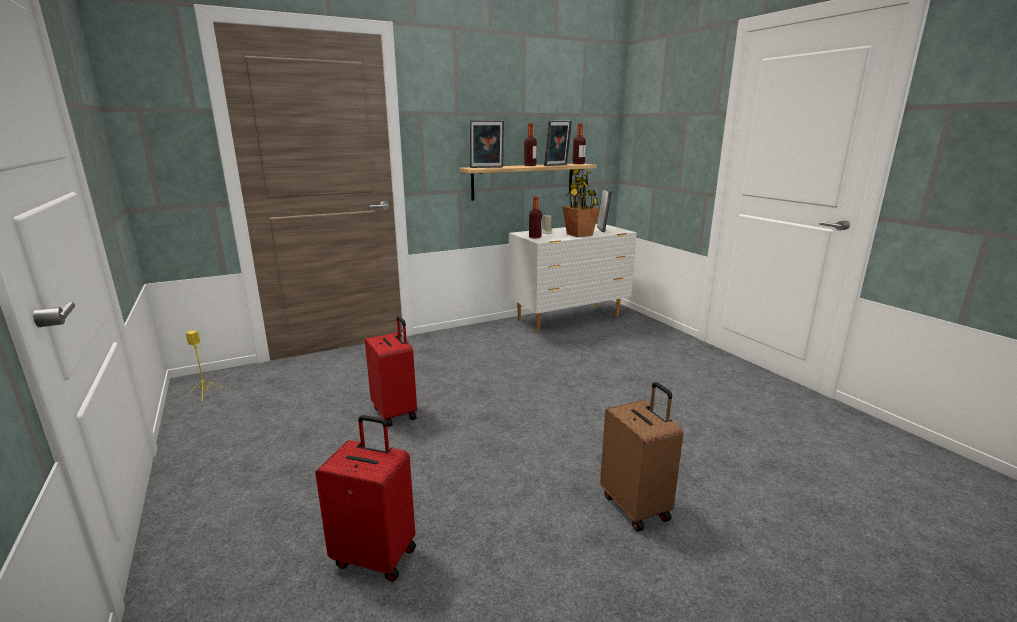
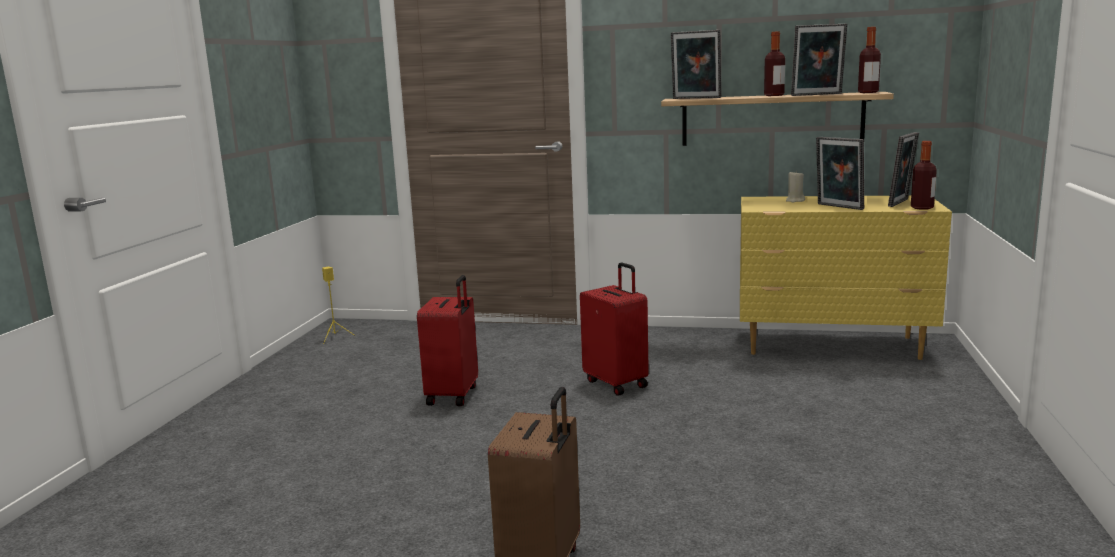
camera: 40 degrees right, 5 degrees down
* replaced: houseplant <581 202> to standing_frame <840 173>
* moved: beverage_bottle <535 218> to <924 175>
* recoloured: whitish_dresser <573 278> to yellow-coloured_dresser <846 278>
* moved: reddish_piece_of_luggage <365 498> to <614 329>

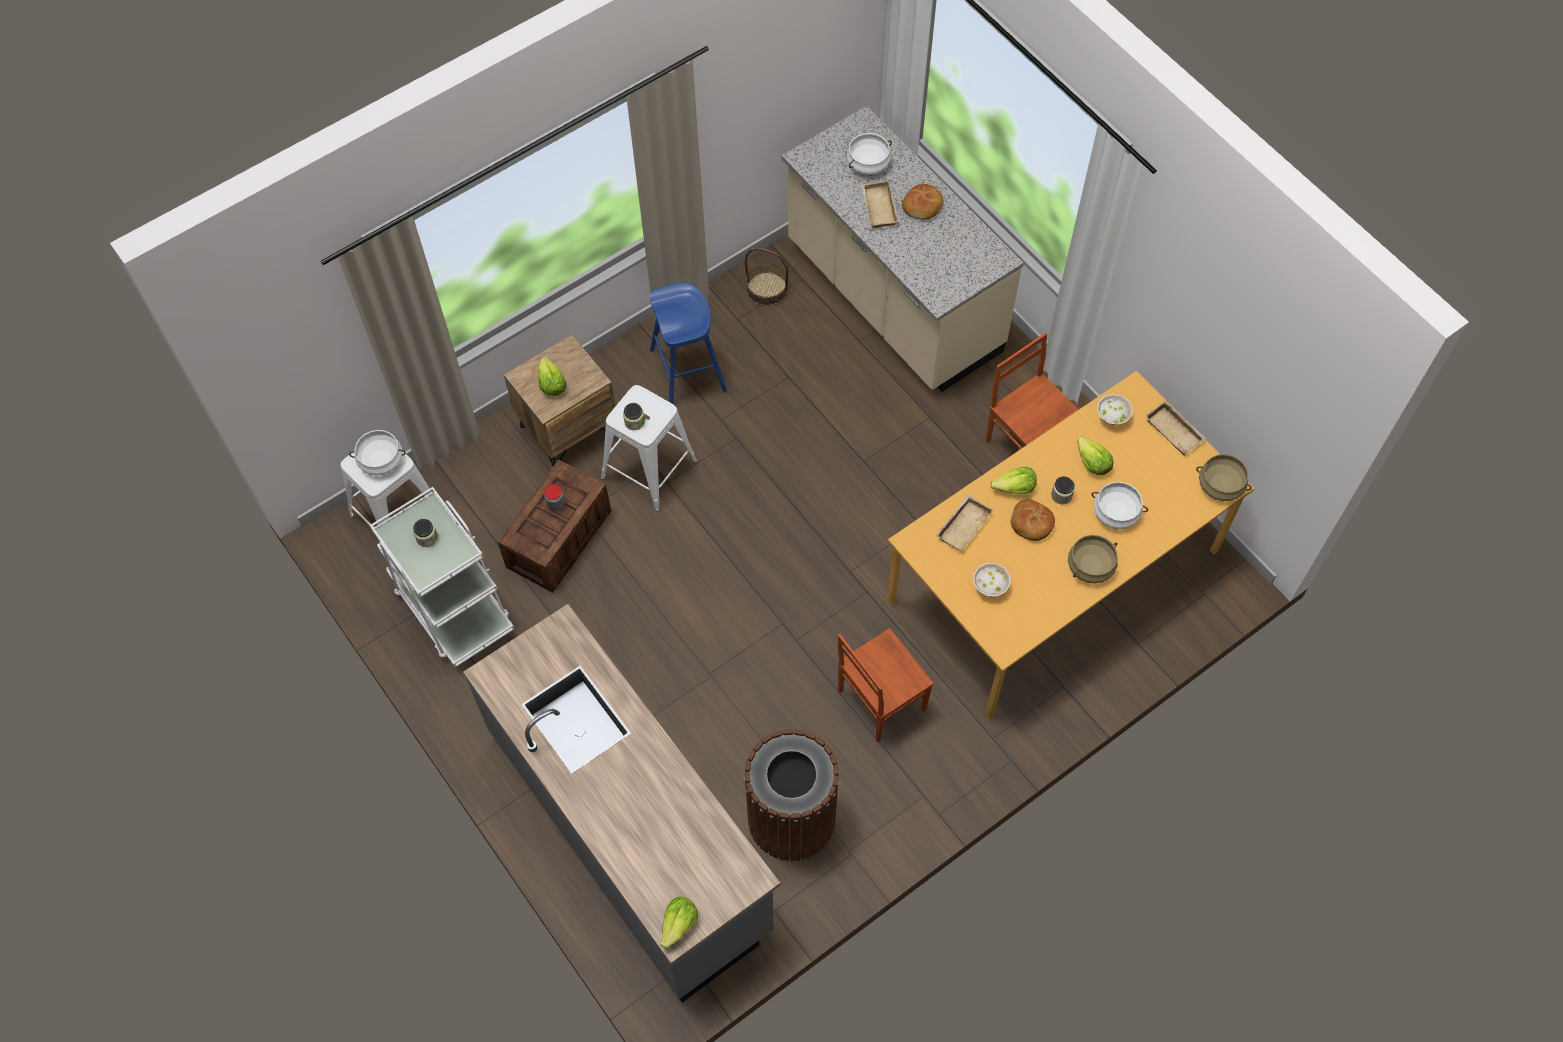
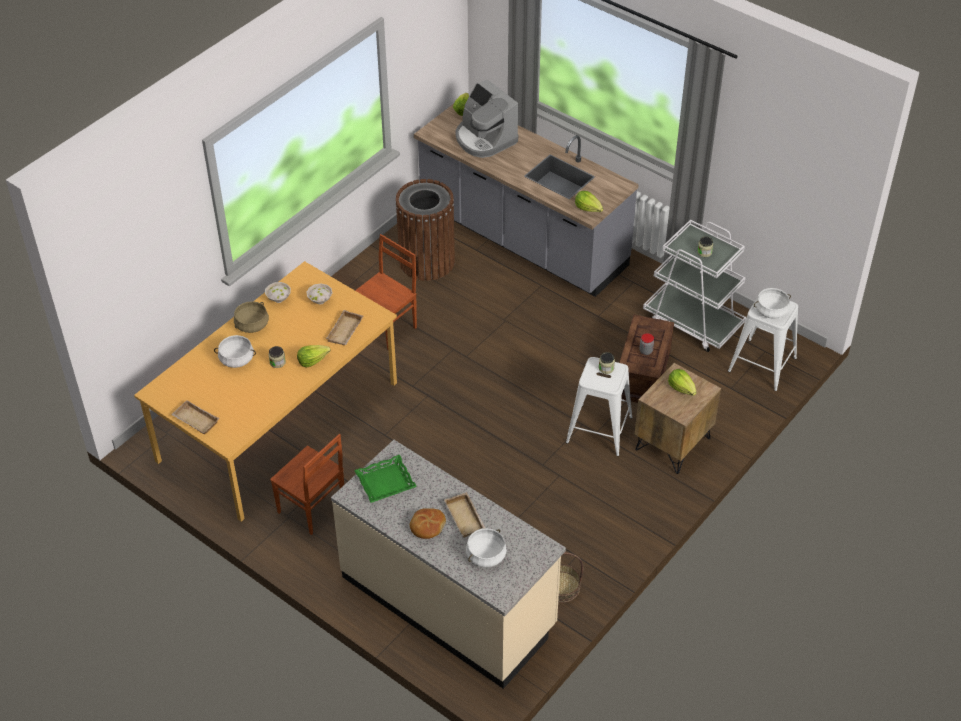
camera: 165 degrees right, 15 degrees down
* removed: bluish_sitting_stool <688 343>
* moved: whitish_serving_bowl <1115 409> to <278 292>
* moved: lettuce_head <1095 455> to <589 201>
* removed: beige-coloured_saucepot <1224 477>
* removed: bakery_bread <1033 520>
* added: coffee_maker <486 118>
* added: green_tray <385 479>

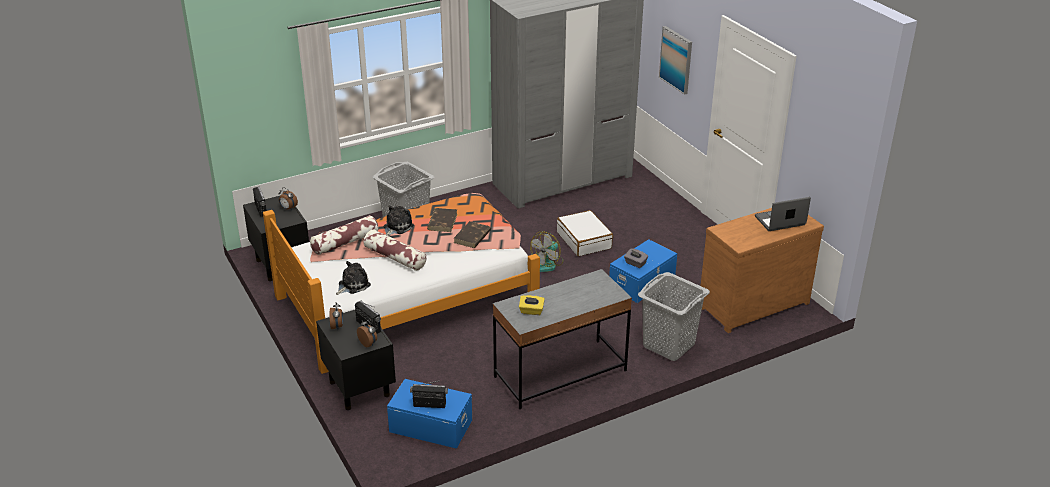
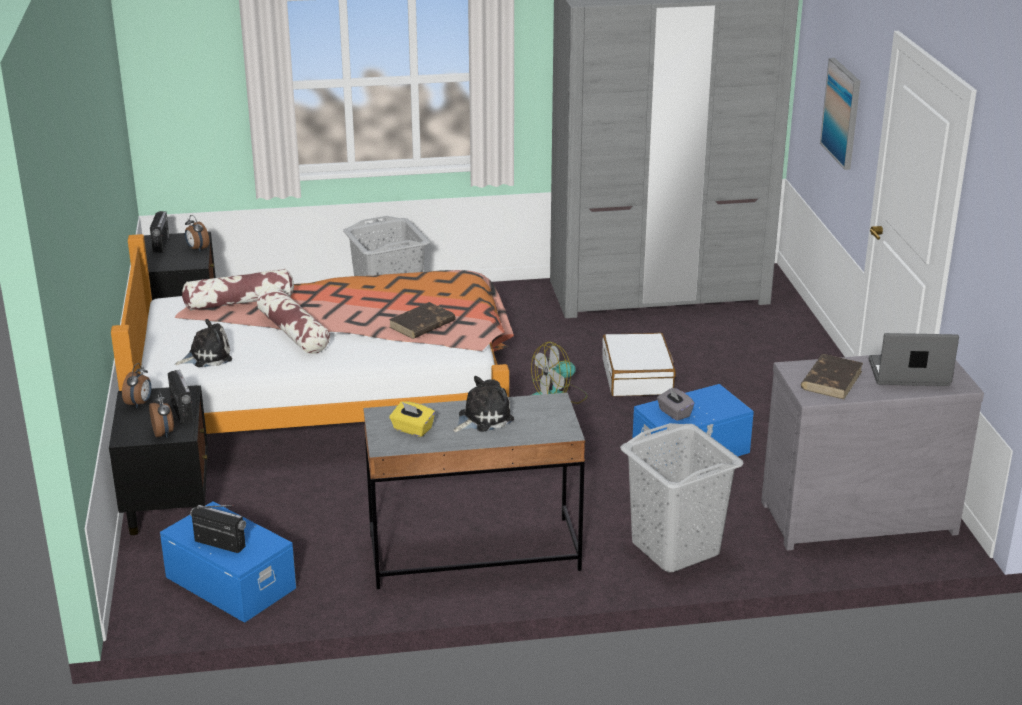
camera: 20 degrees right, 5 degrees down
* moved: cuddly_toy <399 221> to <483 404>
* moved: brown-coloured_bound_book <442 220> to <832 376>
* recoloured: brown-coloured_dresser <762 270> to grey_dresser <872 453>

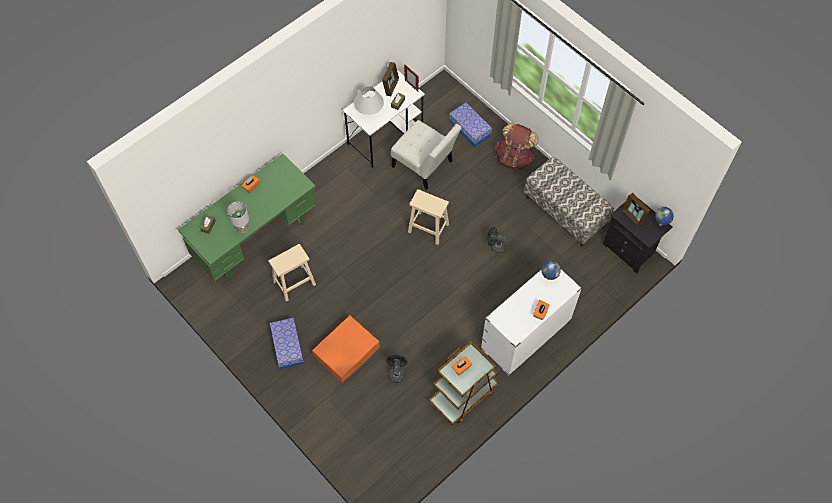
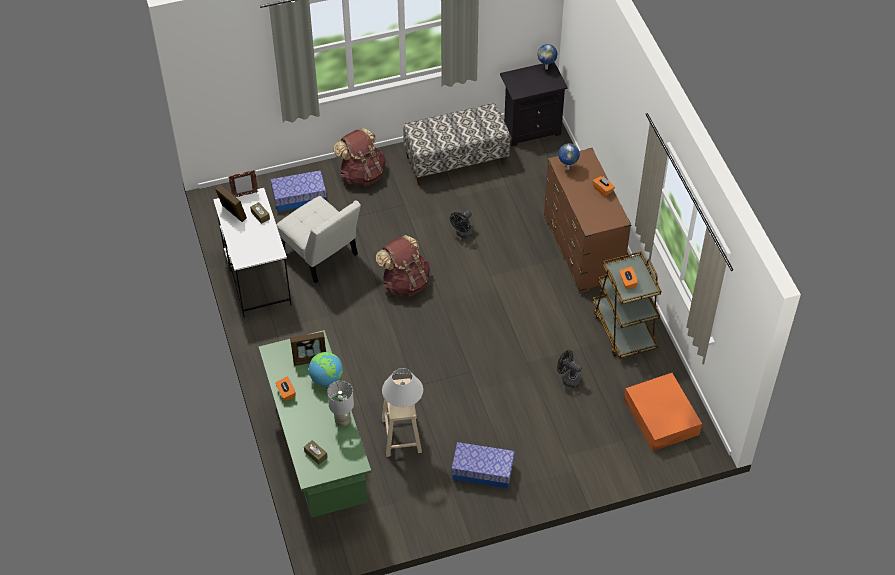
camera: 65 degrees left, 10 degrees down
* moved: whitish_tabletop_lamp <369 100> to <402 387>
* turned: whitish_upright_chair <426 155> = <318 239> 75 degrees clockwise
* replaced: beige-coloured_sitting_stool <428 217> to brown-coloured_rucksack <403 266>
* moved: standing_frame <636 210> to <308 349>
* recoloured: whitish_dresser <531 318> to brown-coloured_dresser <588 220>
* moved: orange-coloured_storage_container <346 349> to <663 412>
* added: desk_globe <326 369>

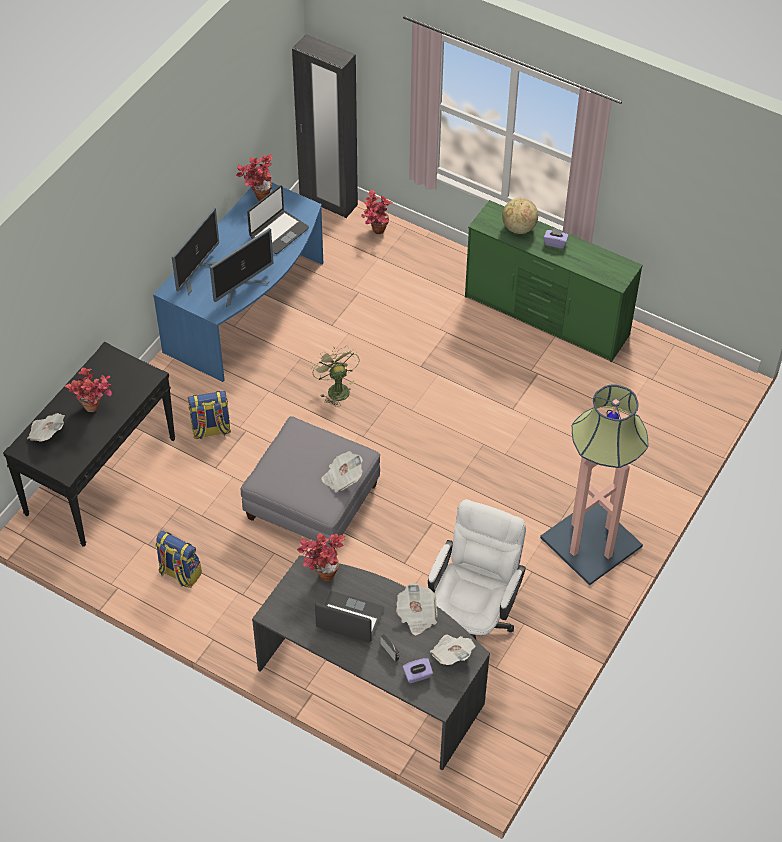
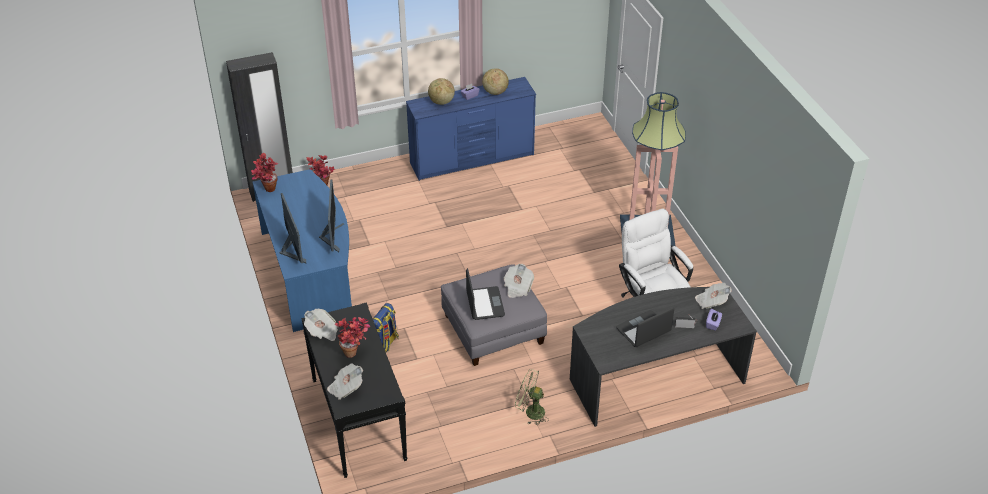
camera: 50 degrees left, 10 degrees down
* moved: notebook_computer <278 219> to <485 294>
* recoloured: green_dresser <554 281> to bluish_dresser <471 129>
* moved: green_electric_fan <335 376> to <532 397>
* removed: rucksack <178 559>
* removed: houseplant <321 557>
* moved: newspaper <416 609> to <321 325>
* added: desk_globe <495 81>

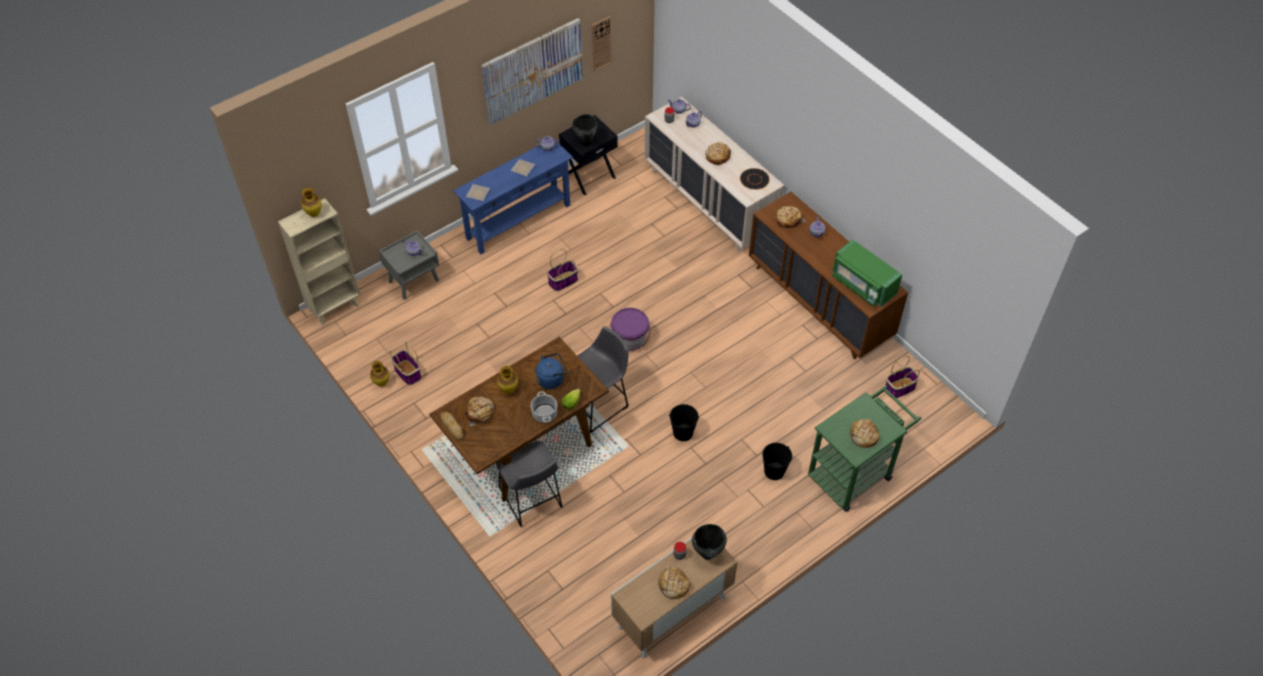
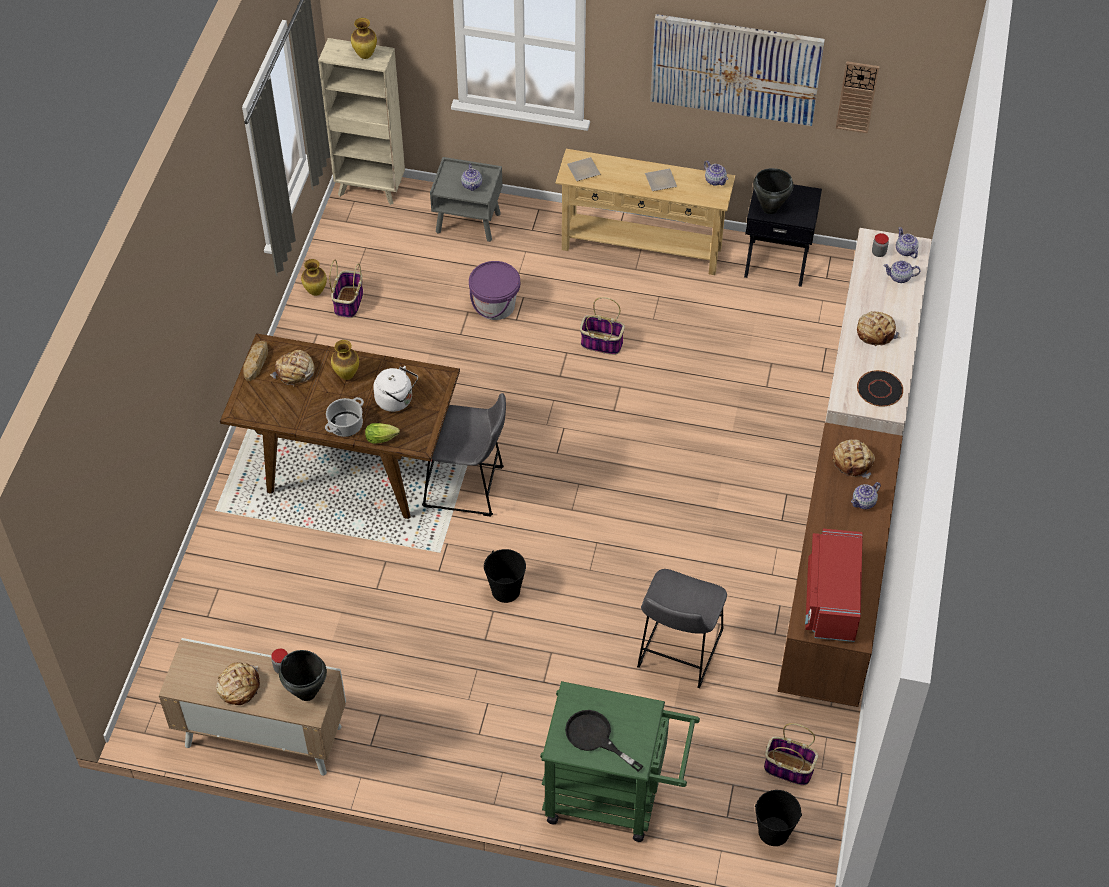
camera: 50 degrees right, 0 degrees up
* recoloured: bluish_narrow_table <513 196> to beige-coloured_narrow_table <645 212>
* recoloured: green_microwave_oven <867 273> to reddish_microwave_oven <834 585>
* moved: purple-coloured_bucket <630 329> to <494 290>
* recoloured: bluish_kettle <552 371> to whitish_kettle <395 389>
* replaced: bakery_bread <864 433> to blackish_pan <604 740>
* moved: grey_sitting_stool <529 484> to <682 628>
* moved: blackish_bucket <777 461> to <778 818>

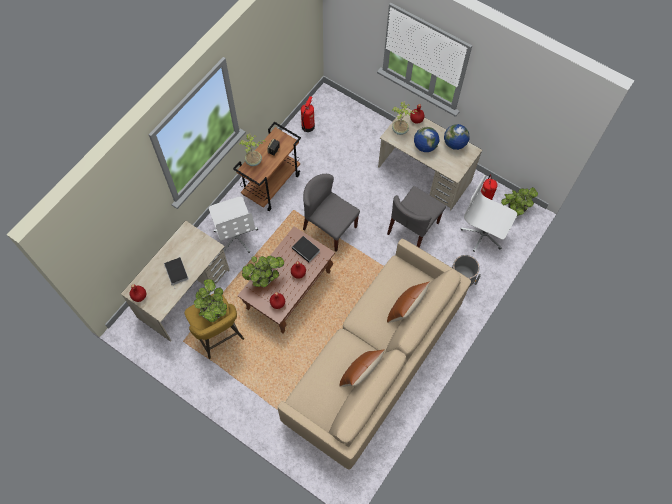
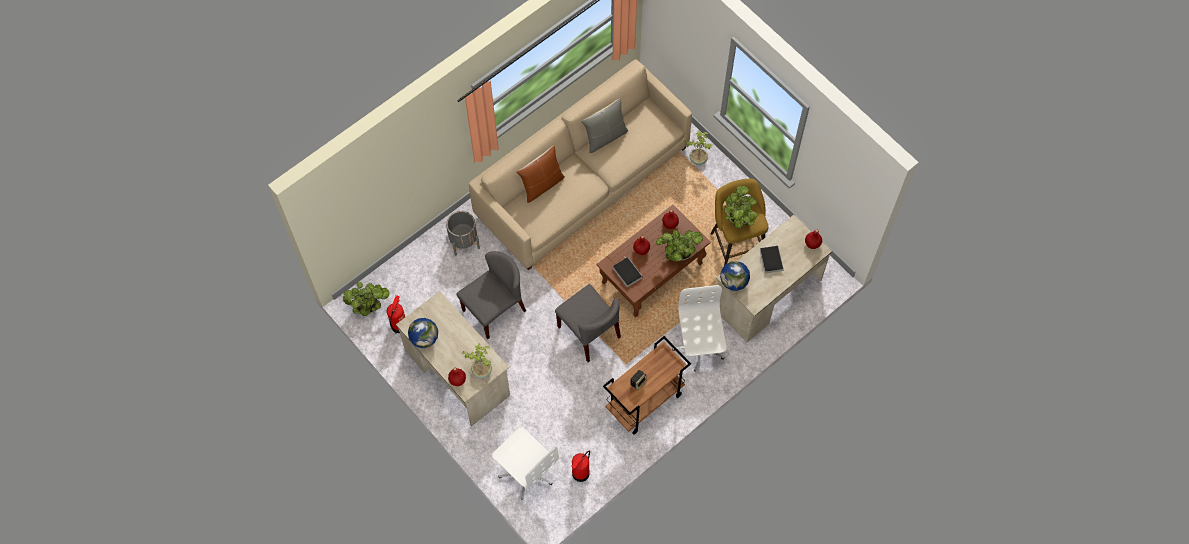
camera: 165 degrees left, 0 degrees up
* moved: desk_globe <426 139> to <735 276>
* moved: houseplant <253 149> to <698 147>
* moved: whitish_office_chair <489 213> to <525 463>
* recoloured: brown-coloured_cushion <362 368> to grey_cushion <604 125>

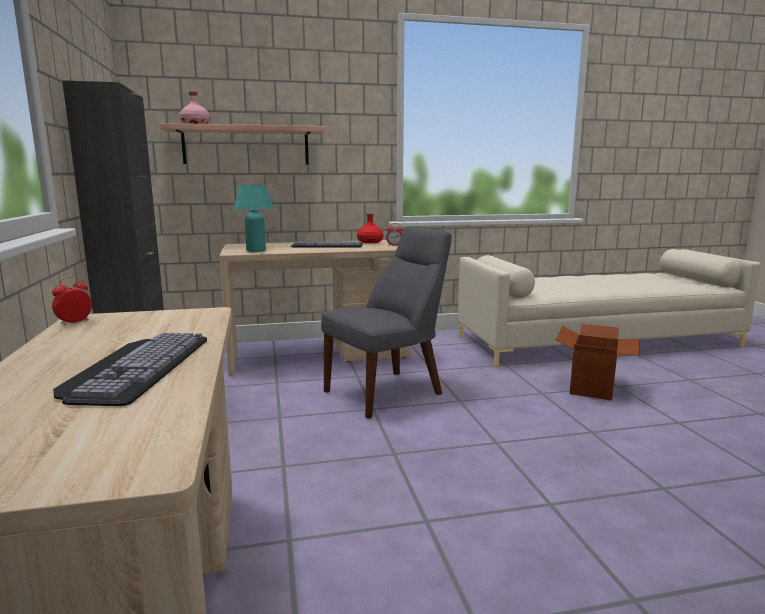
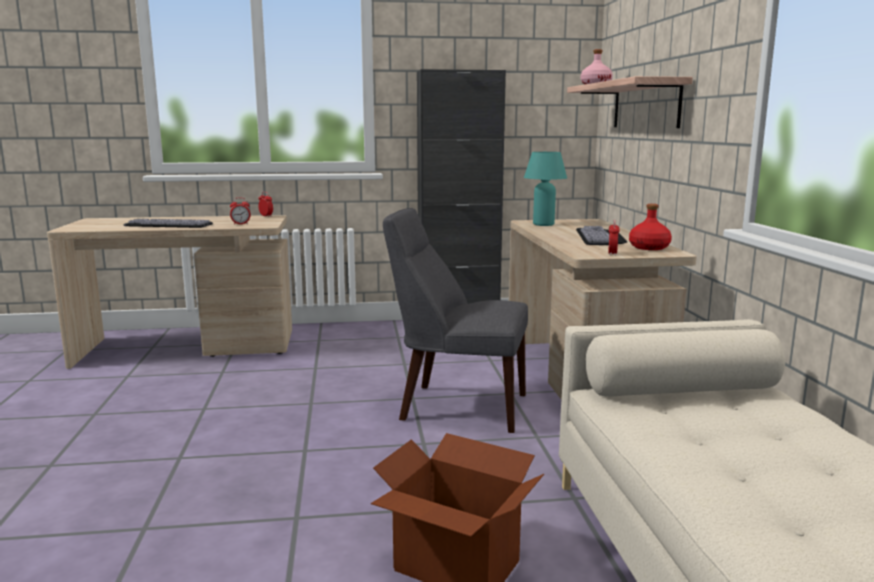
camera: 95 degrees right, 0 degrees up
* turned: grey_upright_chair <386 323> = <455 320> 135 degrees clockwise
* added: table_clock <240 211>

